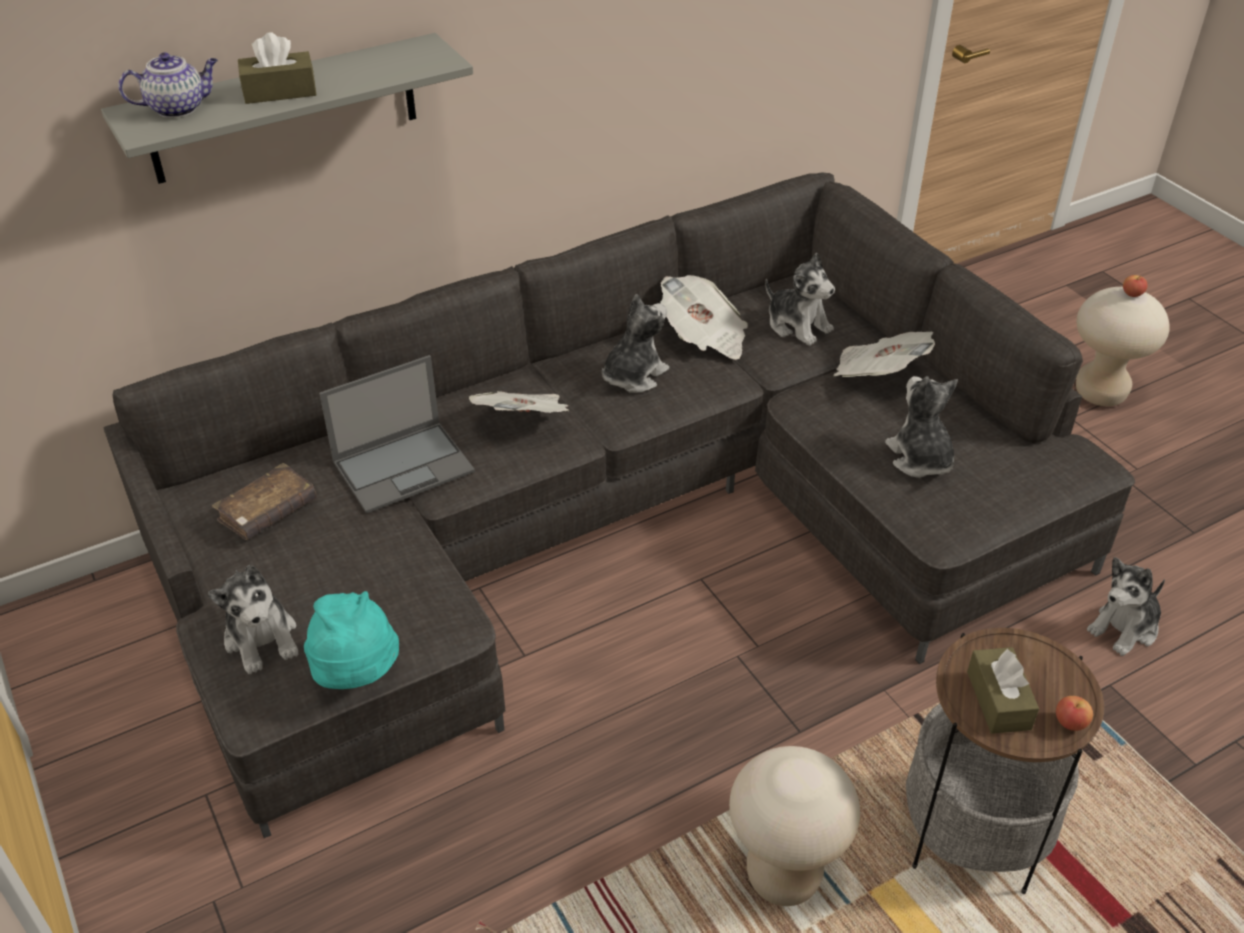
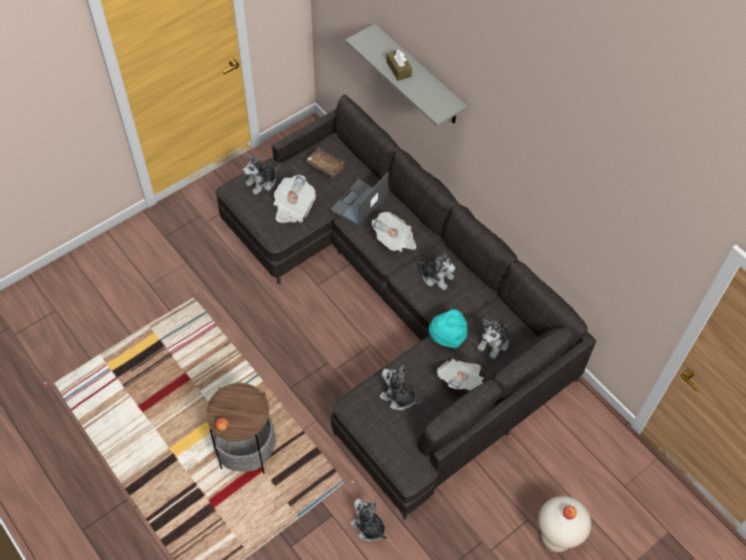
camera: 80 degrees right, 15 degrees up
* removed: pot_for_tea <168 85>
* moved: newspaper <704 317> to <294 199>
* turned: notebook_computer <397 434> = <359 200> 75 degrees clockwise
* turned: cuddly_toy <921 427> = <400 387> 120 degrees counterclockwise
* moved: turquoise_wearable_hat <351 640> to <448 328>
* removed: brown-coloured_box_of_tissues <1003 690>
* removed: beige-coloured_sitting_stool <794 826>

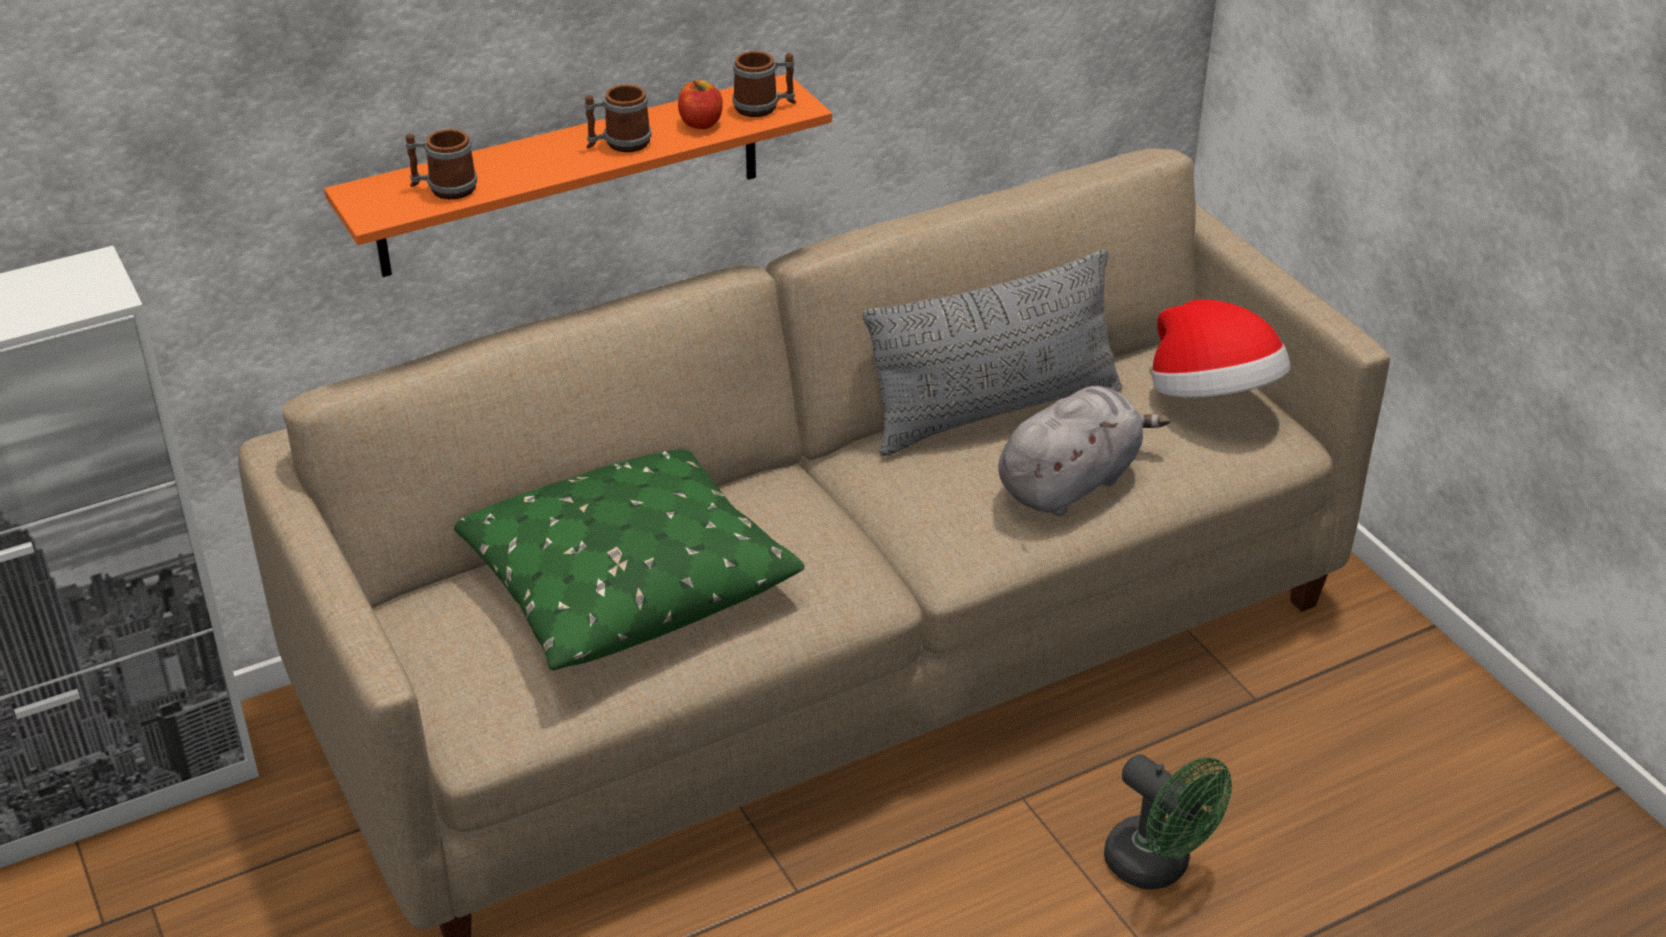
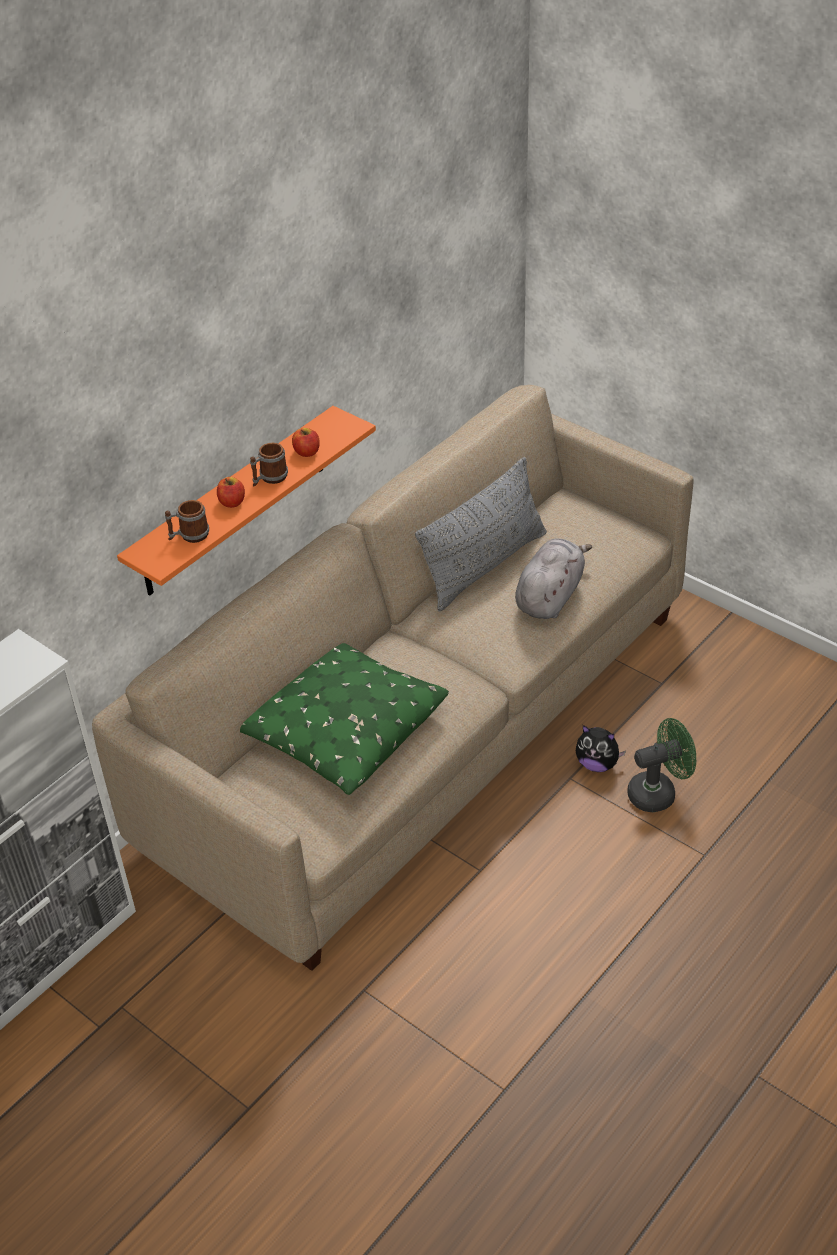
camera: 20 degrees left, 5 degrees up
* removed: tea_mug <764 84>
* removed: wearable_hat <1221 348>
* turned: green_electric_fan <1168 821> = <662 765> 45 degrees counterclockwise
* added: apple <231 492>
* added: cuddly_toy <601 748>

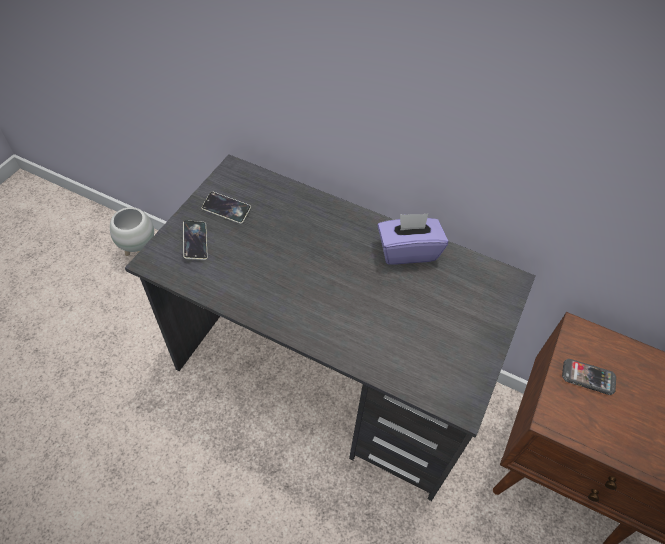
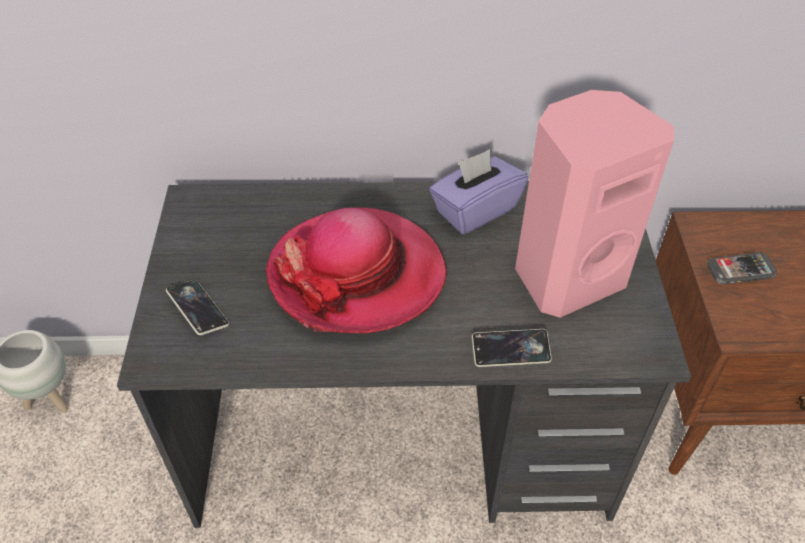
camera: 25 degrees left, 5 degrees down
* moved: handset <226 207> to <512 348>
* added: pink_speaker <594 204>
* added: wearable_hat <356 270>

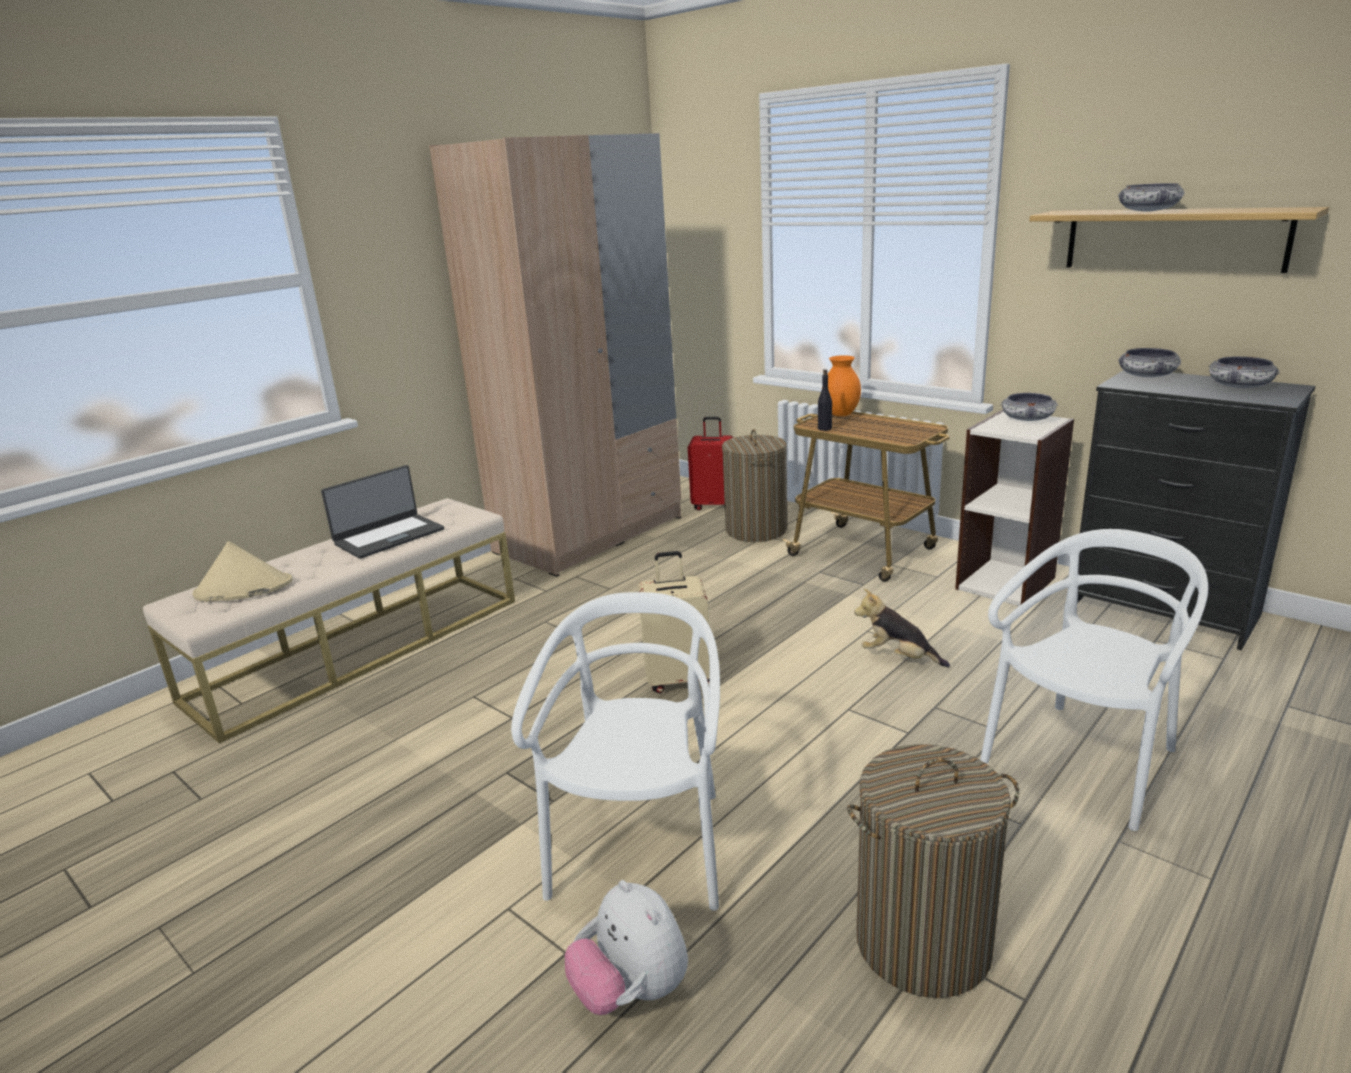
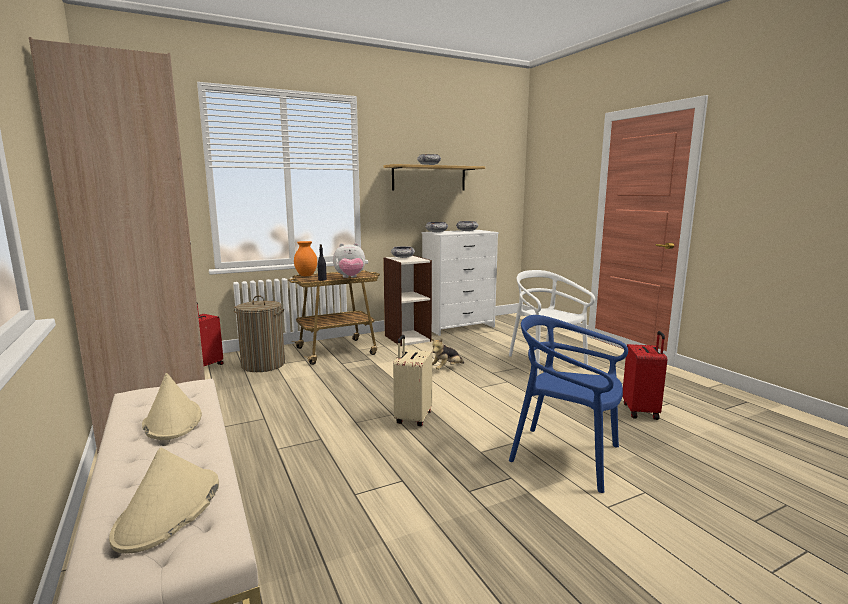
camera: 70 degrees left, 10 degrees down
* recoloured: blackish_dresser <1196 510> to whitish_dresser <460 283>
* replaced: notebook_computer <382 512> to beige-coloured_wearable_hat <172 406>
* recoloured: whitish_upright_chair <615 751> to bluish_upright_chair <568 404>
* replaced: laundry_basket <933 871> to reddish_piece_of_luggage <644 375>
* moved: cuddly_toy <626 947> to <349 260>

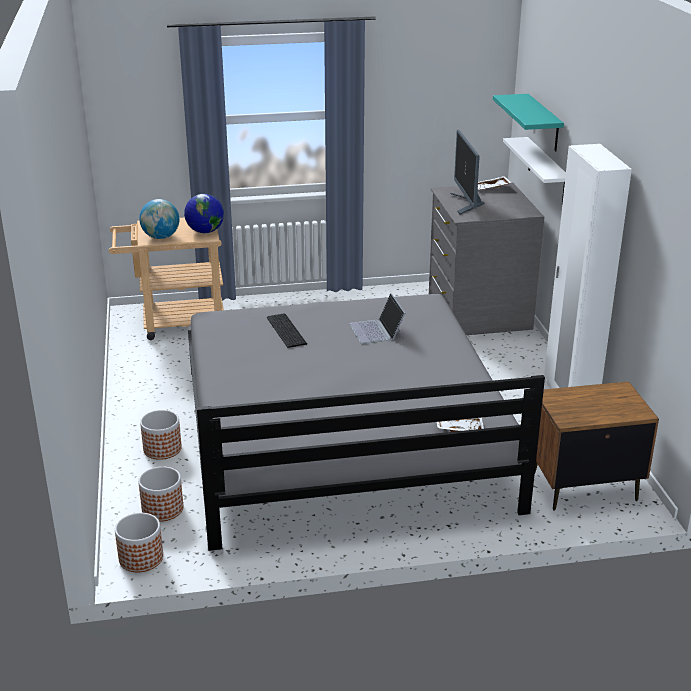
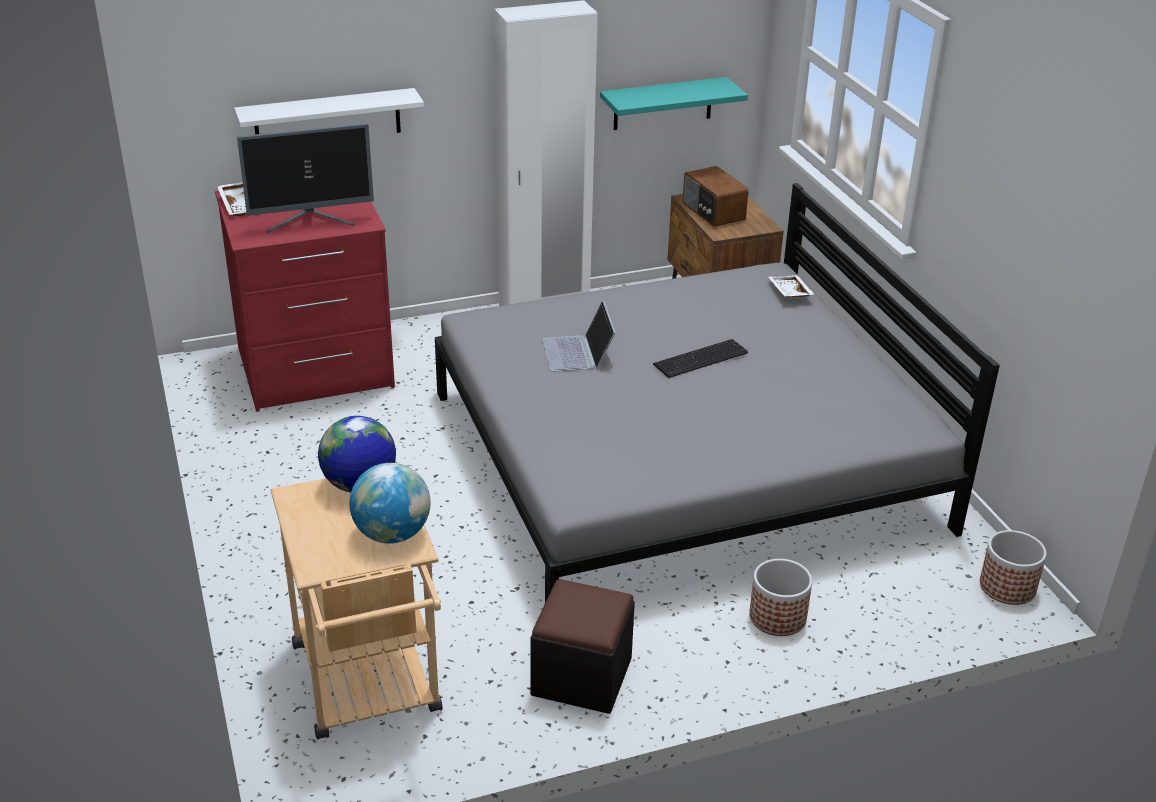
camera: 100 degrees left, 5 degrees up
* moved: turquoise_bracket_shelf <528 123> to <674 103>
* recoloured: grey_dresser <487 259> to reddish_dresser <305 301>
* turned: notebook_computer <377 318> = <579 335> 105 degrees clockwise
* moved: computer_keyboard <287 330> to <700 358>
* removed: plant_pot <160 494>
* added: radio_receiver <716 196>
* added: blackish_footrest <583 646>

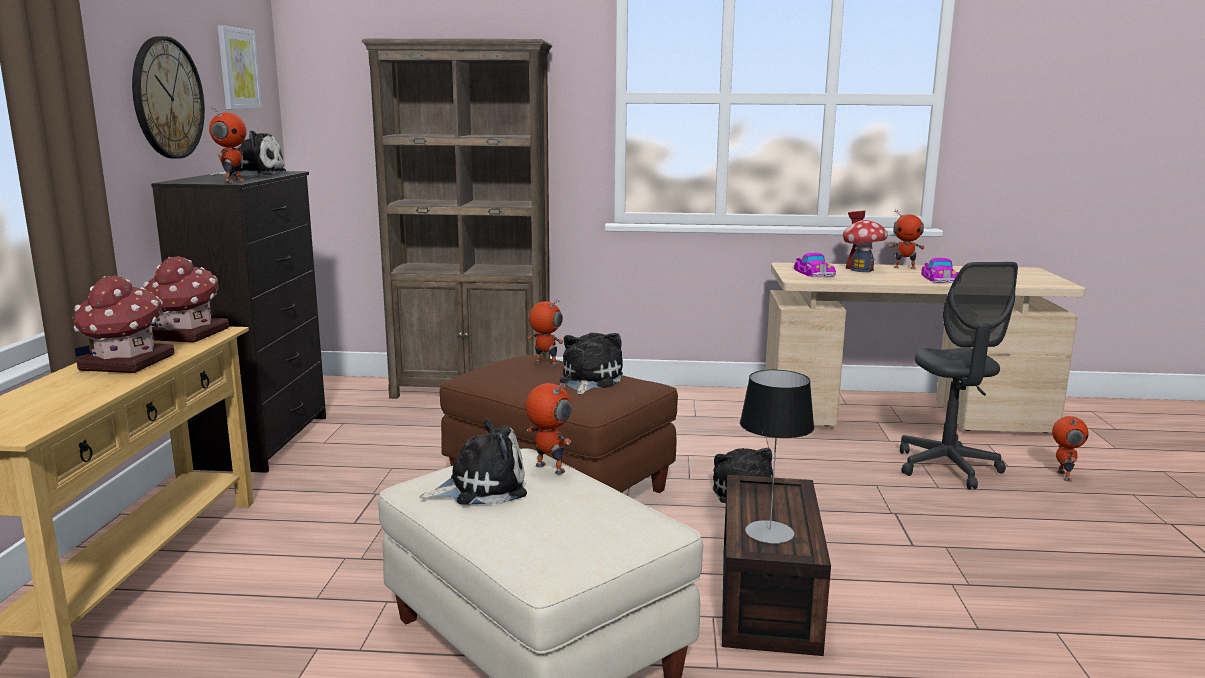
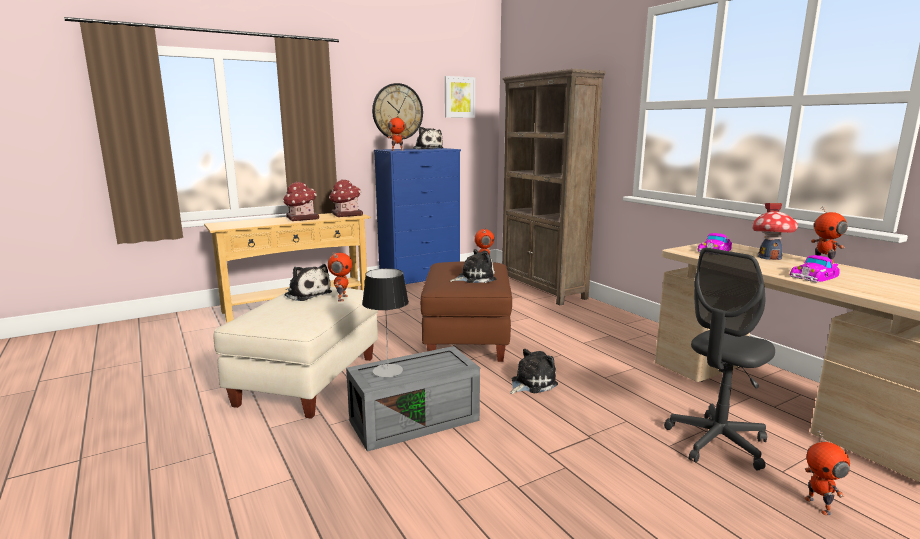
camera: 55 degrees right, 0 degrees up
* recoloured: blackish_dresser <238 322> to bluish_dresser <417 216>
* turned: toy_robot <1070 449> = <827 472> 105 degrees clockwise
* recoloured: brown-coloured_storage_container <776 565> to grey_storage_container <413 399>

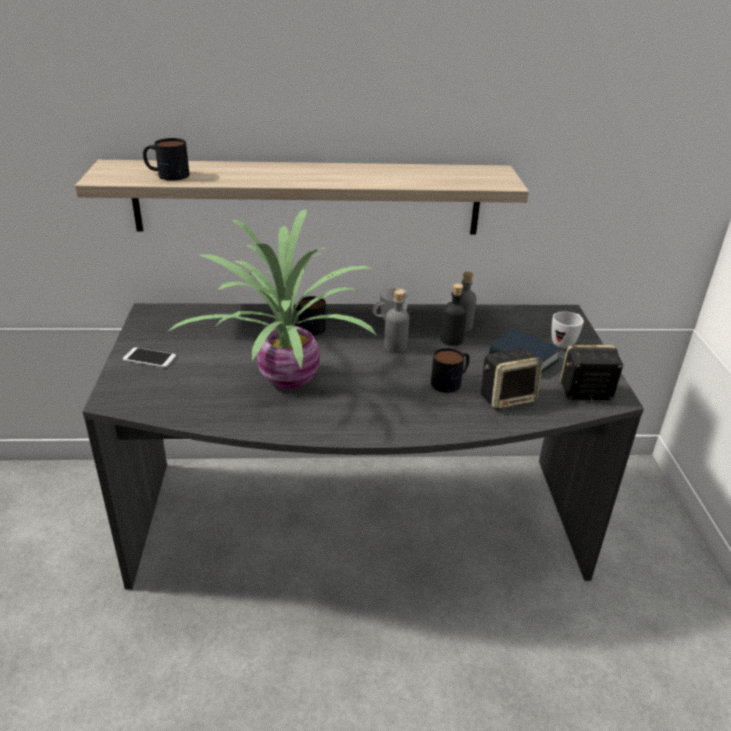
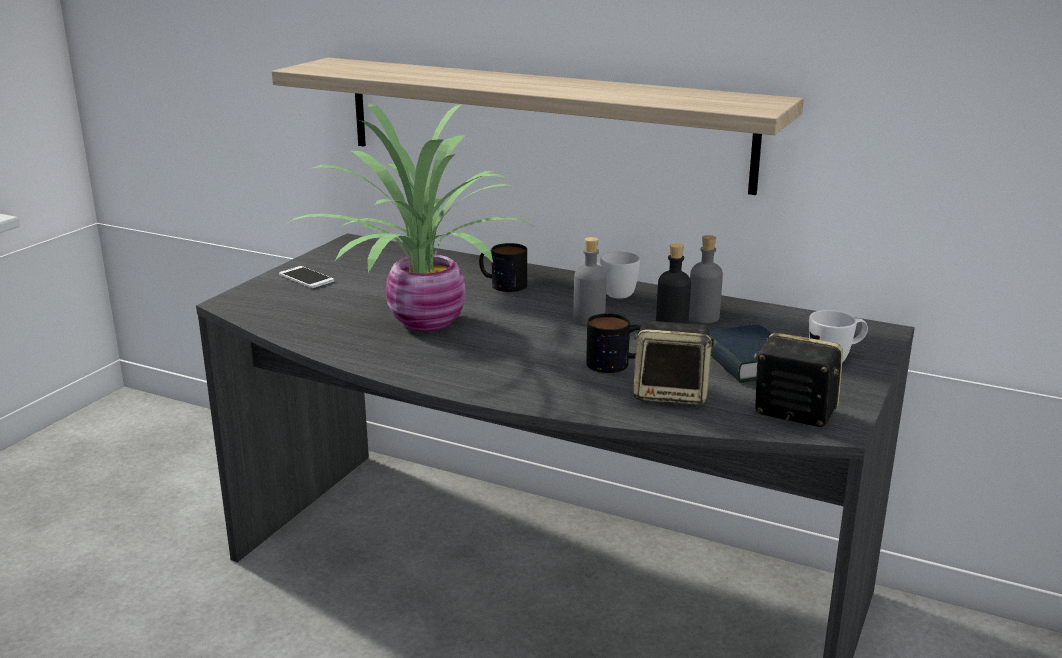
camera: 30 degrees right, 10 degrees down
* removed: tea_mug <166 159>

